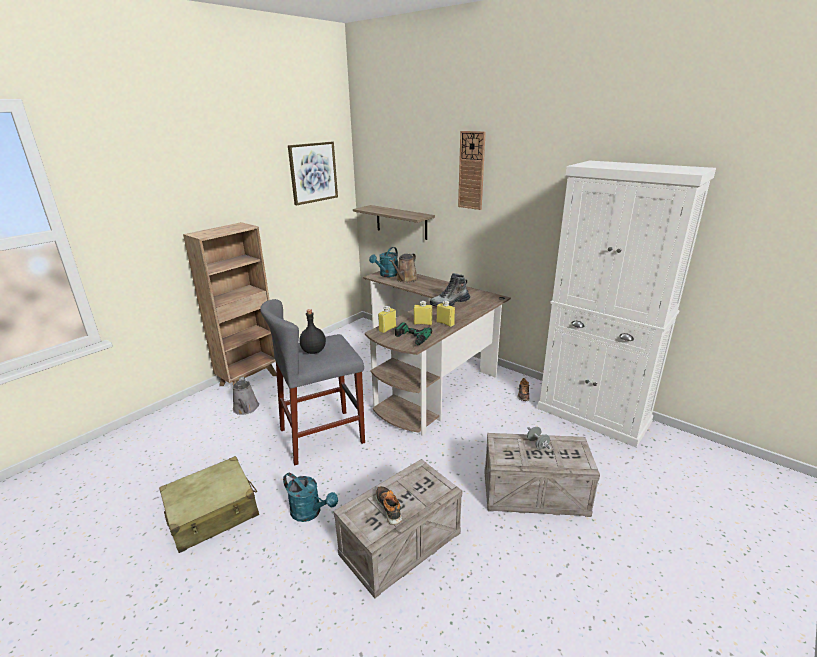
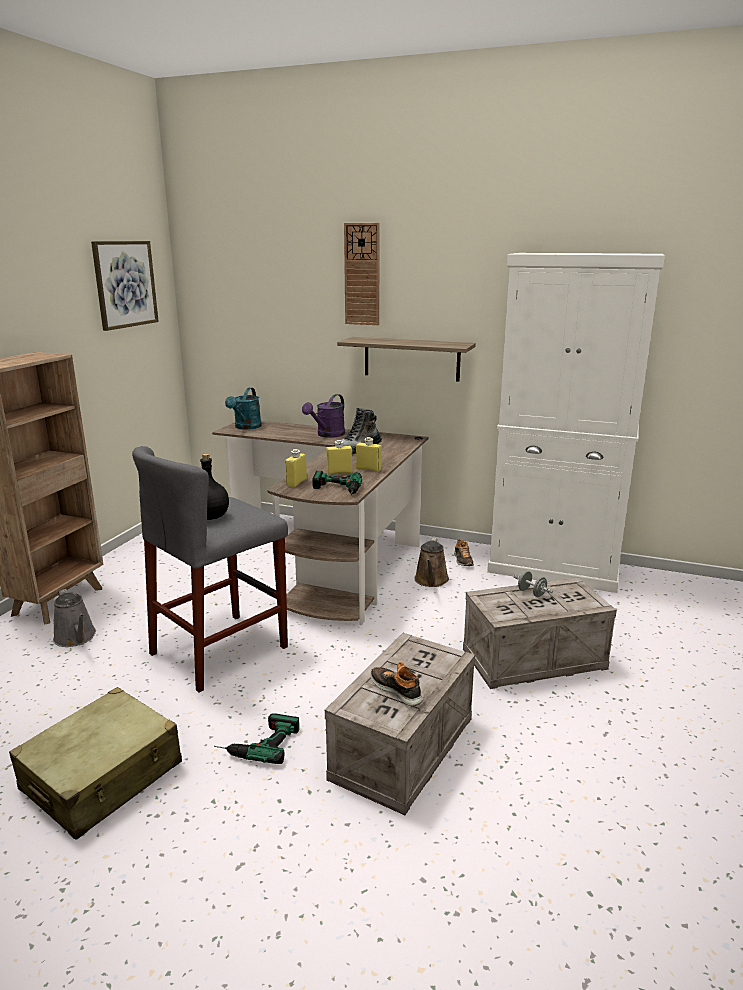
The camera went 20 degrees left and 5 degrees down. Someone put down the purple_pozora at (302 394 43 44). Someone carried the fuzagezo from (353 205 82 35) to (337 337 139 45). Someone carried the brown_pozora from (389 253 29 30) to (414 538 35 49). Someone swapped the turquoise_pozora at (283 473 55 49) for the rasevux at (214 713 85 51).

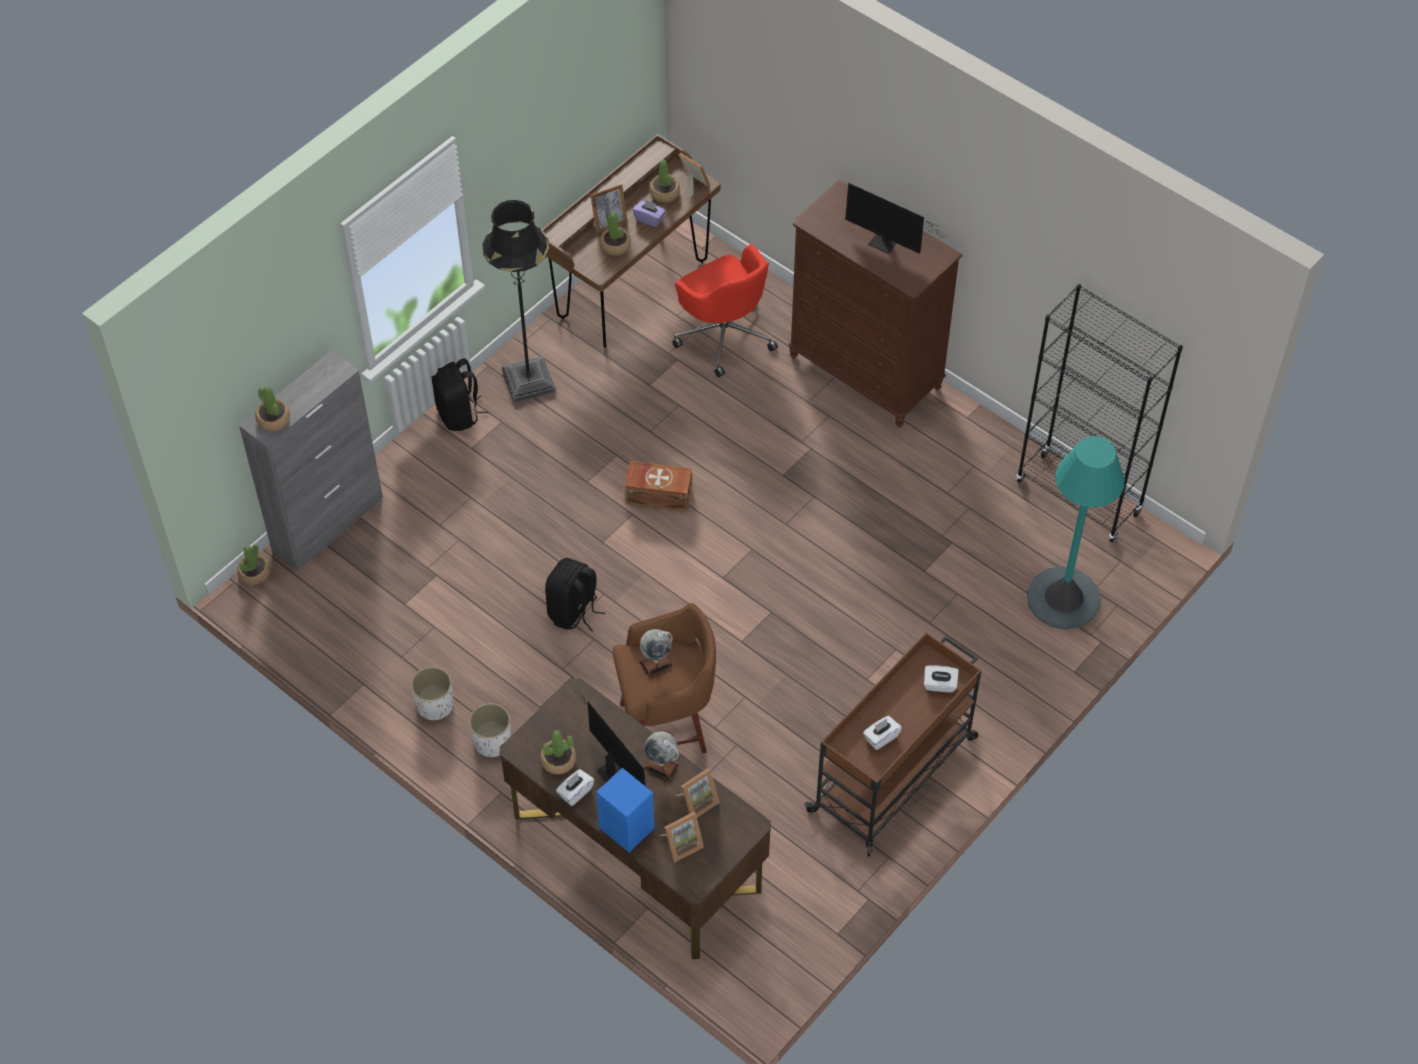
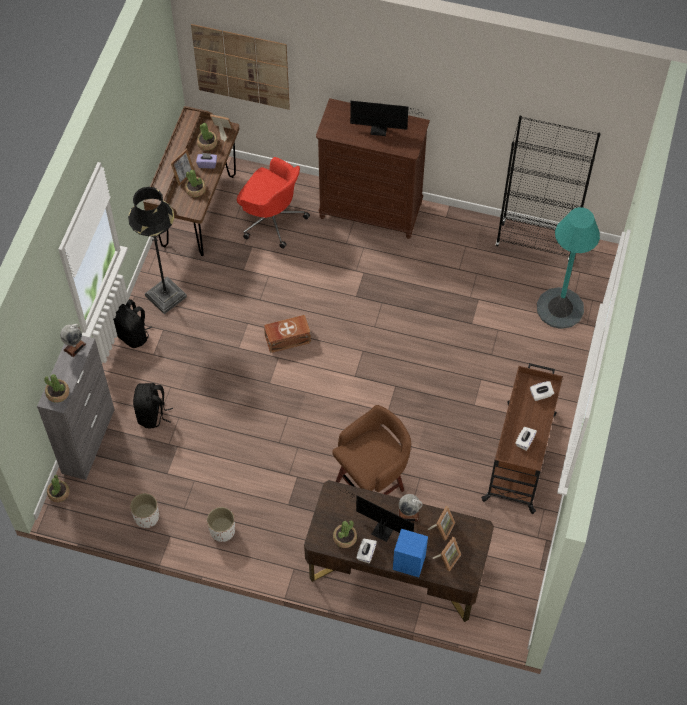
The camera went 25 degrees left and 5 degrees up. Someone put up the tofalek at (191 24 99 86). Someone carried the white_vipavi from (469 703 42 54) to (130 493 29 35). Someone carried the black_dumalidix from (545 558 60 73) to (133 383 40 45). Someone carried the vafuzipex from (639 629 34 47) to (60 324 26 33).

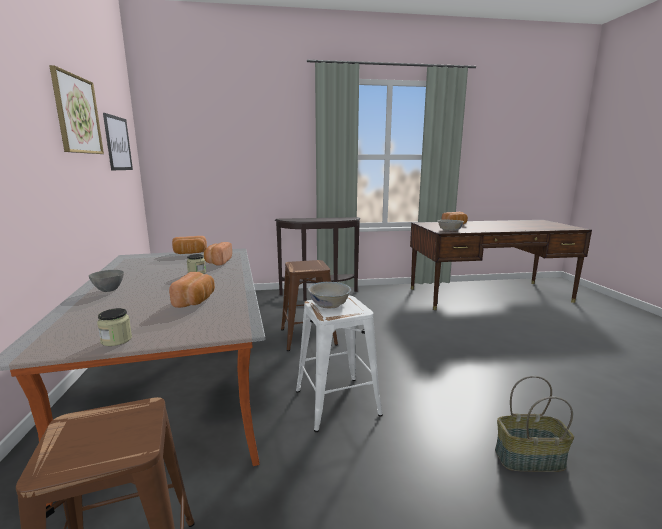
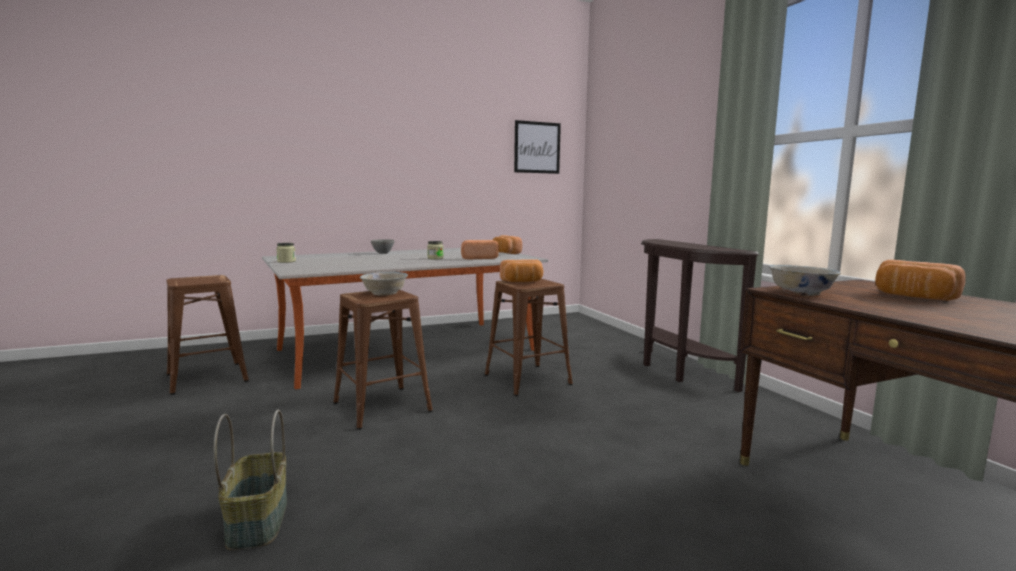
The camera went 75 degrees right and 5 degrees down. Someone took away the tofalek at (49 65 55 89). Someone carried the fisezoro from (169 272 46 36) to (500 259 43 23). Someone repainted the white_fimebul at (296 295 87 137), which became the brown_fimebul at (333 290 100 140).

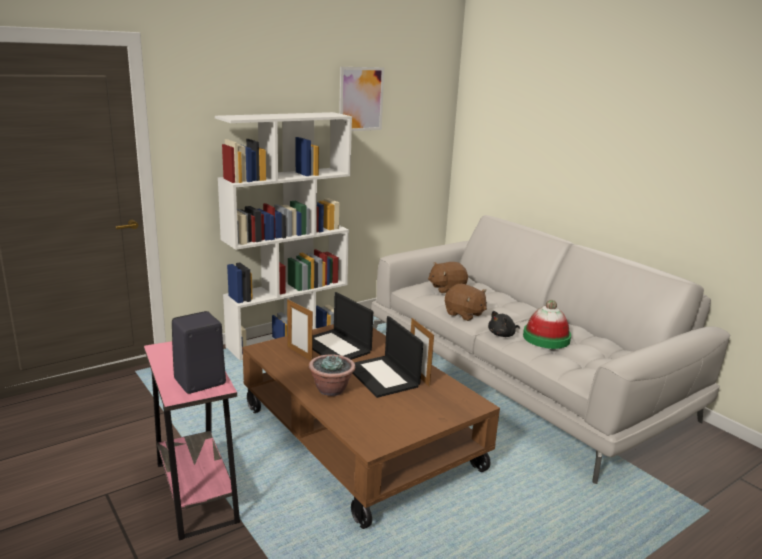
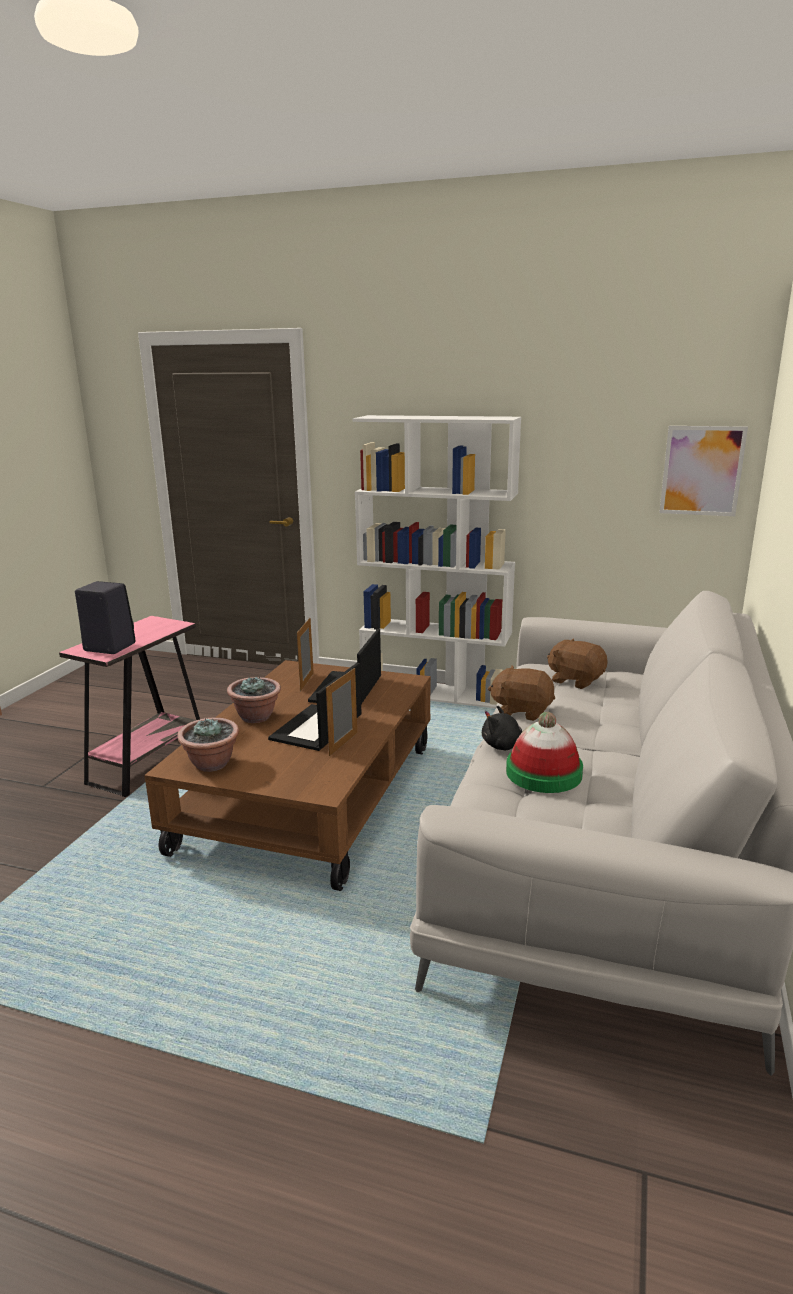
The camera went 55 degrees right and 0 degrees up. Someone put down the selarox at (177 718 62 54). Someone carried the tofalek from (339 67 45 64) to (659 426 89 90). Someone rotated the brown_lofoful at (445 284 42 37) by 105 degrees clockwise.

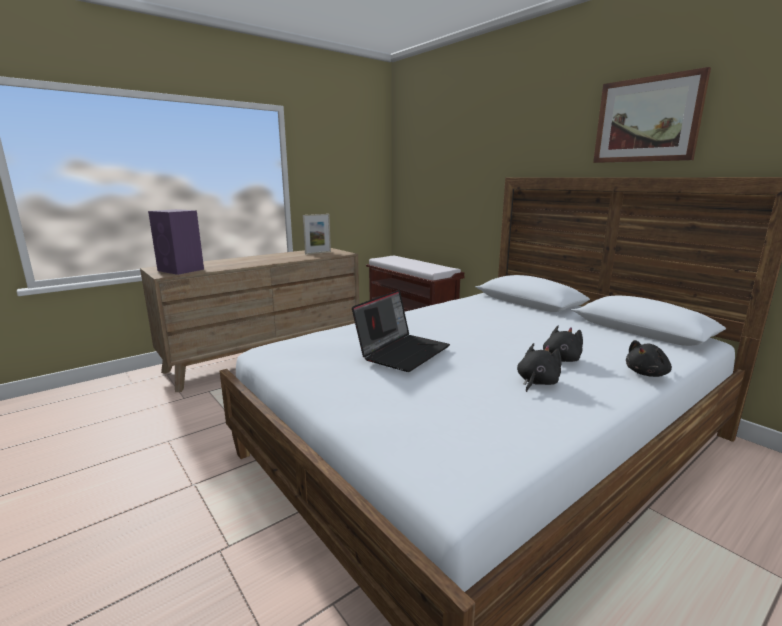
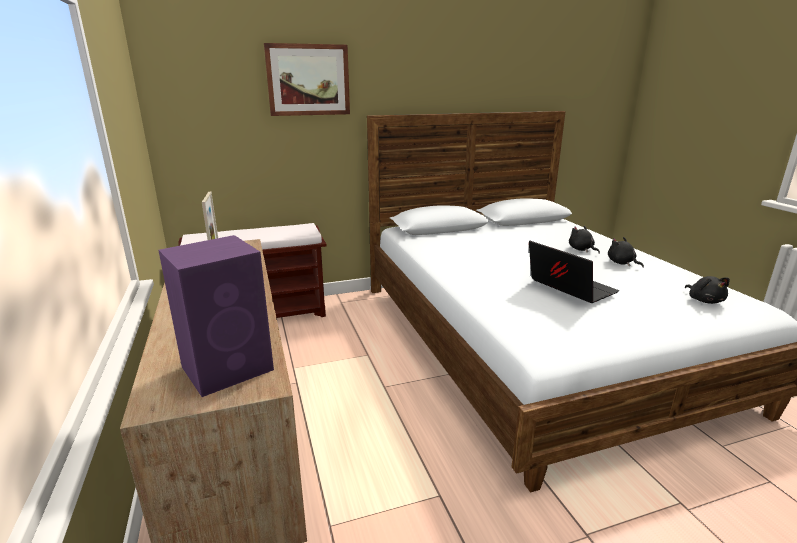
The camera went 70 degrees left and 5 degrees up. Someone carried the tofalek from (593 67 118 96) to (264 43 86 73). Someone carried the black_lofoful from (626 340 46 37) to (685 276 45 28).

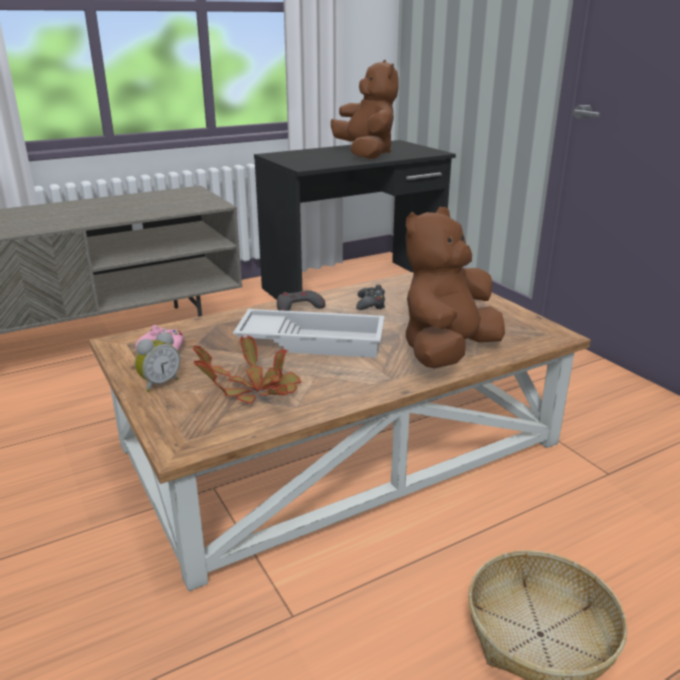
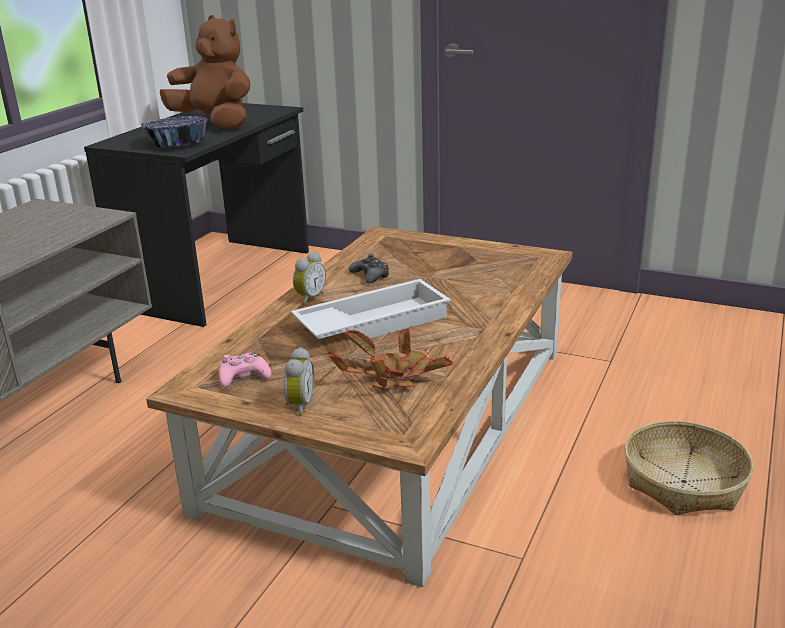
The camera went 35 degrees left and 0 degrees up. Someone took away the brown_lofoful at (405 207 100 162). Someone put down the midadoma at (141 116 67 32). Someone swapped the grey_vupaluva at (277 290 48 21) for the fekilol at (293 252 33 52).

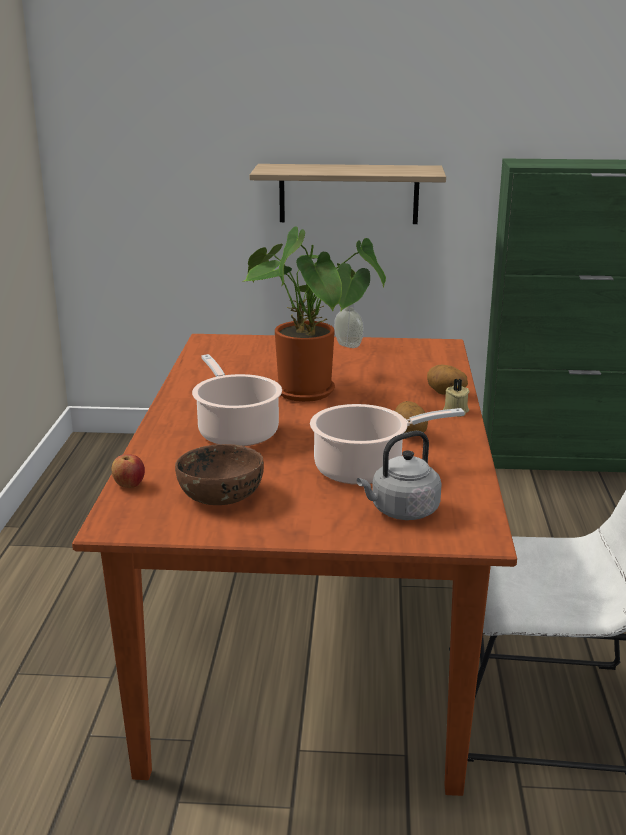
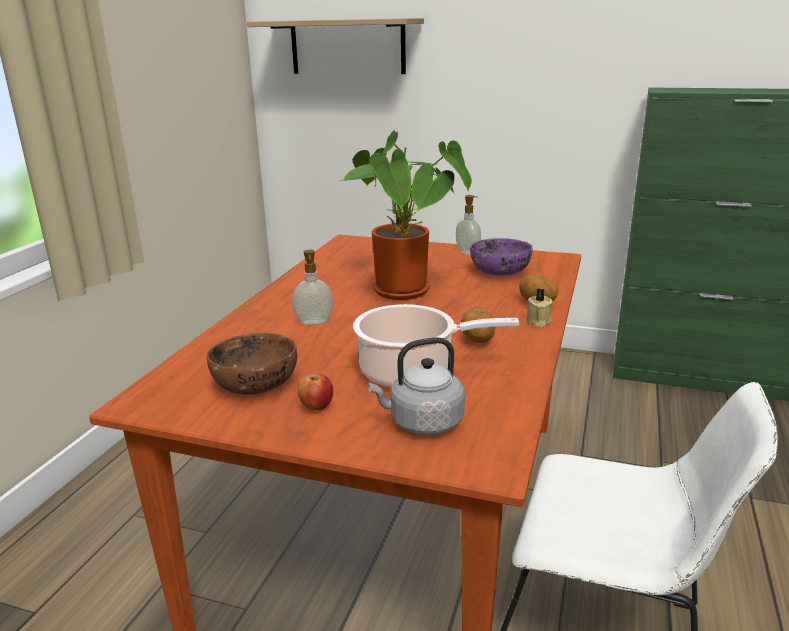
The camera went 15 degrees right and 0 degrees up. Someone put down the purple_midadoma at (470 238 63 37). Someone carried the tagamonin from (112 454 33 34) to (298 373 35 37). Someone carried the fuzagezo from (249 164 197 60) to (247 18 177 56). Someone swapped the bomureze at (192 354 90 92) for the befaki at (292 250 42 75).

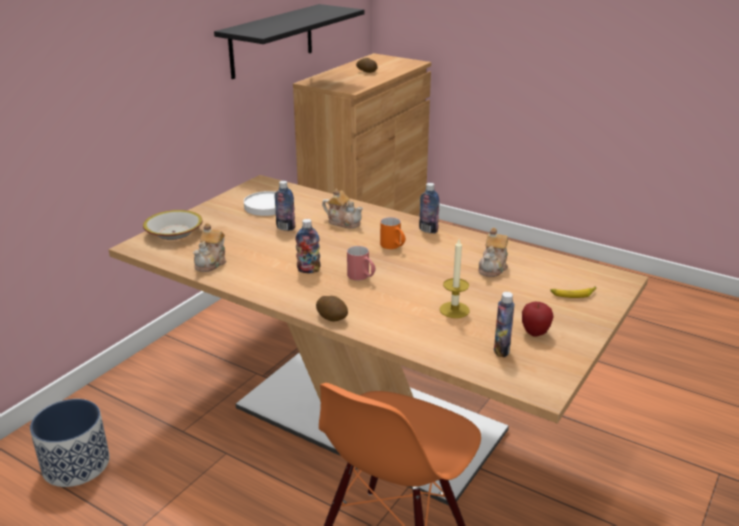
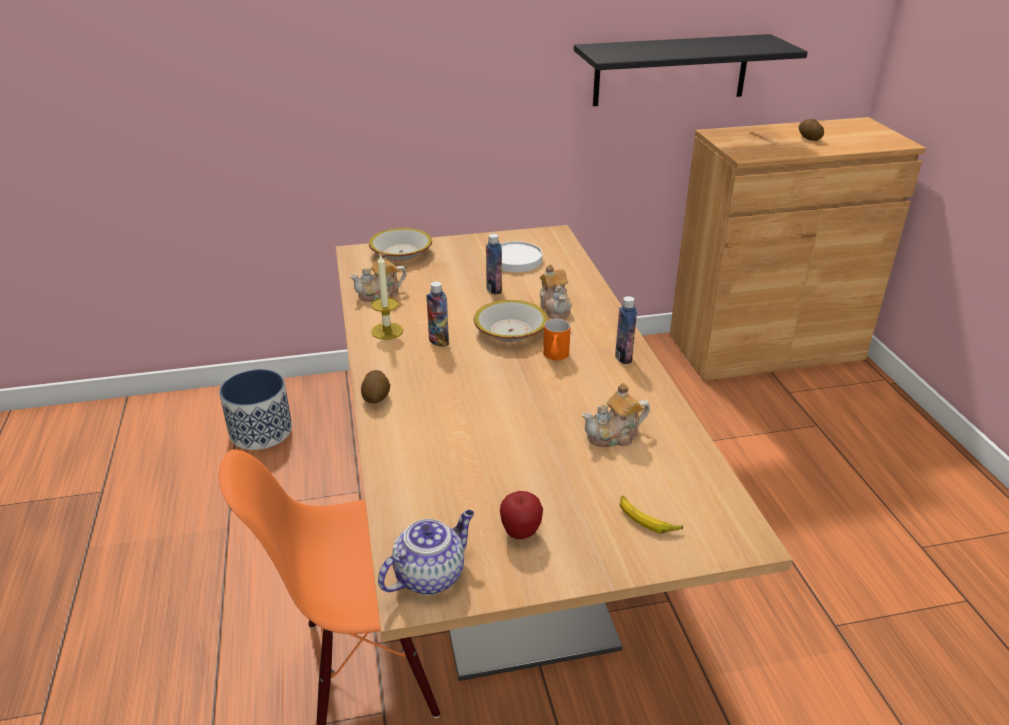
The camera went 45 degrees right and 5 degrees up. Someone took away the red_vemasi at (347 246 29 34). Someone took away the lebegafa at (494 292 20 65). Someone put down the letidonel at (378 510 96 85). Someone put down the midadoma at (474 300 74 42). Someone carried the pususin from (440 239 30 79) to (371 253 32 87).

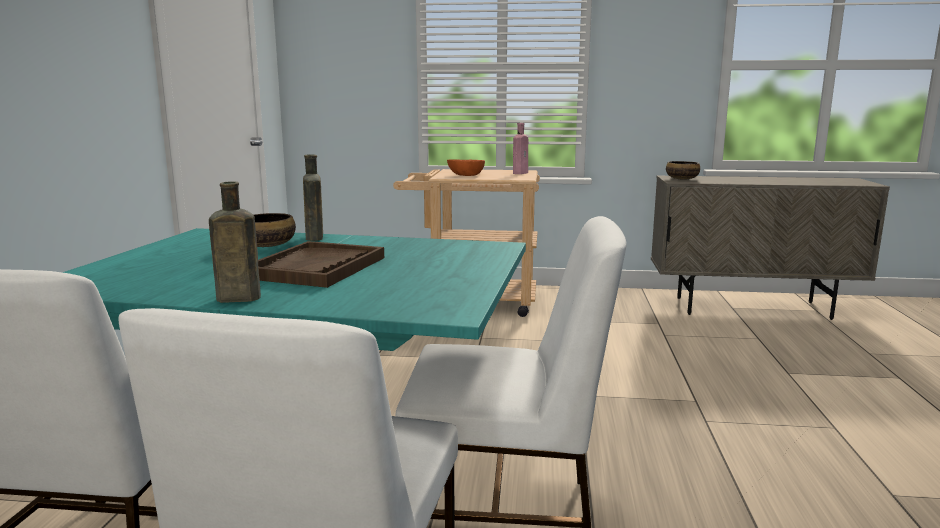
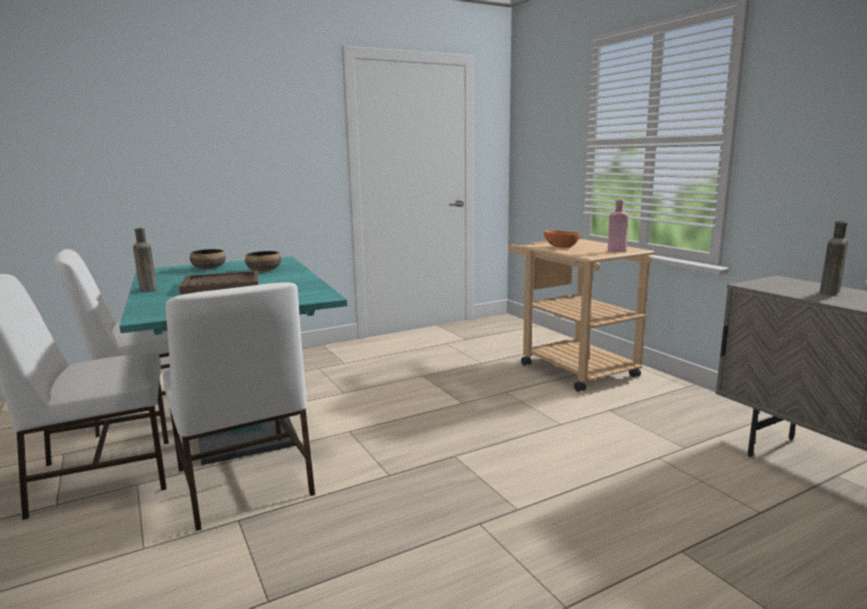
The camera went 55 degrees right and 0 degrees up. Someone carried the brown_lebegafa from (303 154 20 87) to (819 221 29 74). Someone carried the midadoma from (666 161 34 19) to (190 249 36 20).

